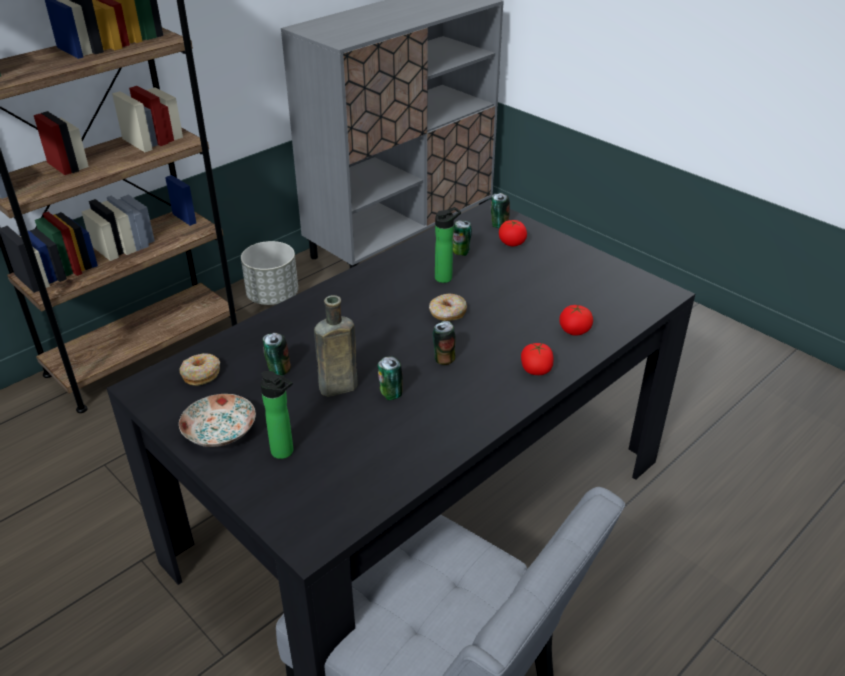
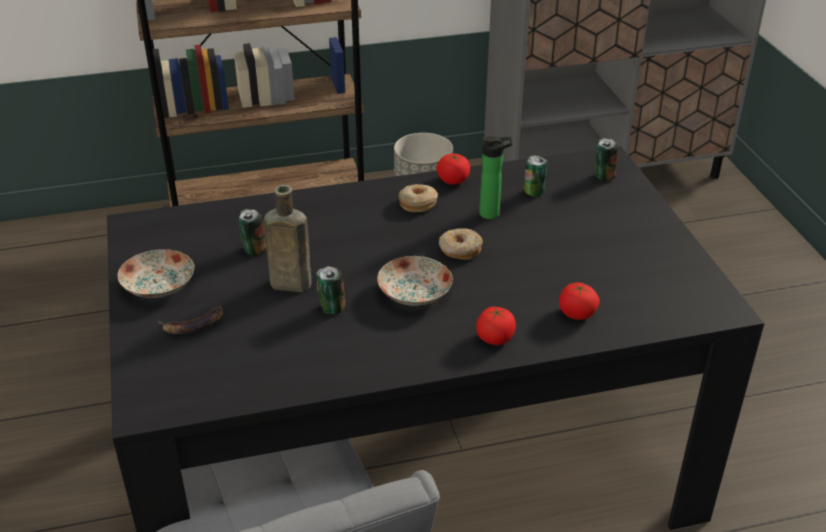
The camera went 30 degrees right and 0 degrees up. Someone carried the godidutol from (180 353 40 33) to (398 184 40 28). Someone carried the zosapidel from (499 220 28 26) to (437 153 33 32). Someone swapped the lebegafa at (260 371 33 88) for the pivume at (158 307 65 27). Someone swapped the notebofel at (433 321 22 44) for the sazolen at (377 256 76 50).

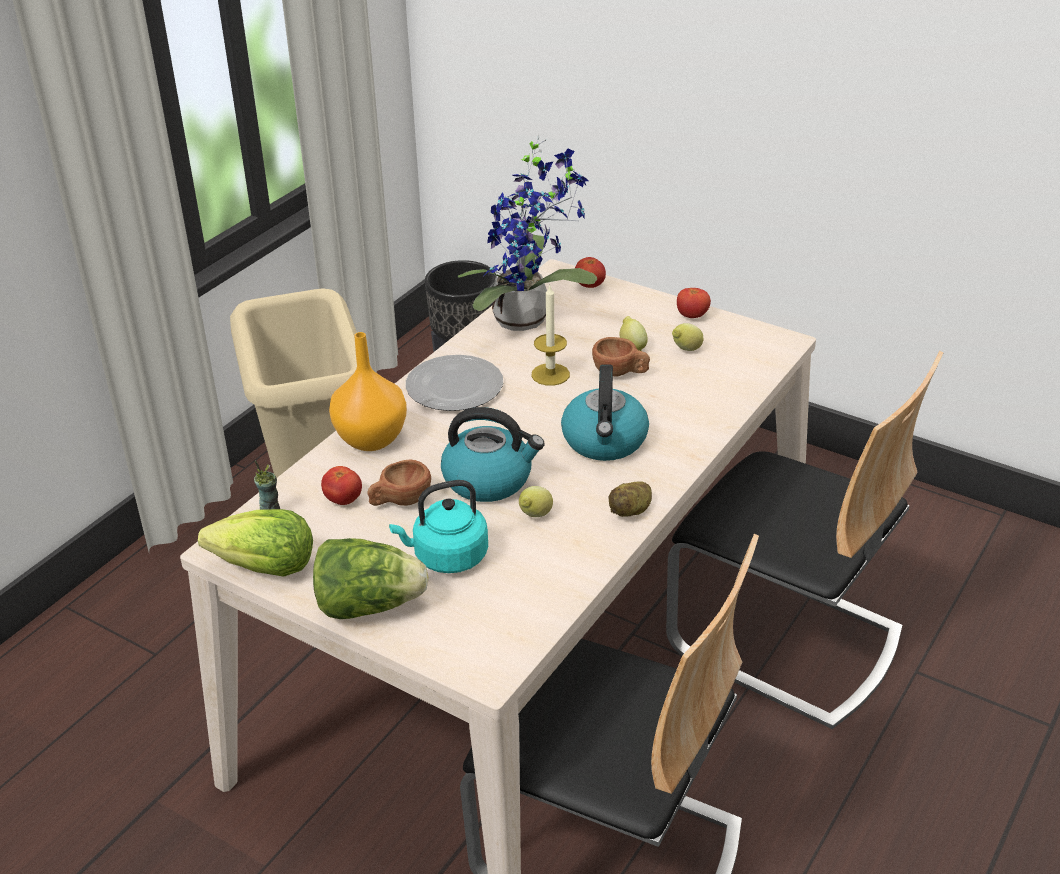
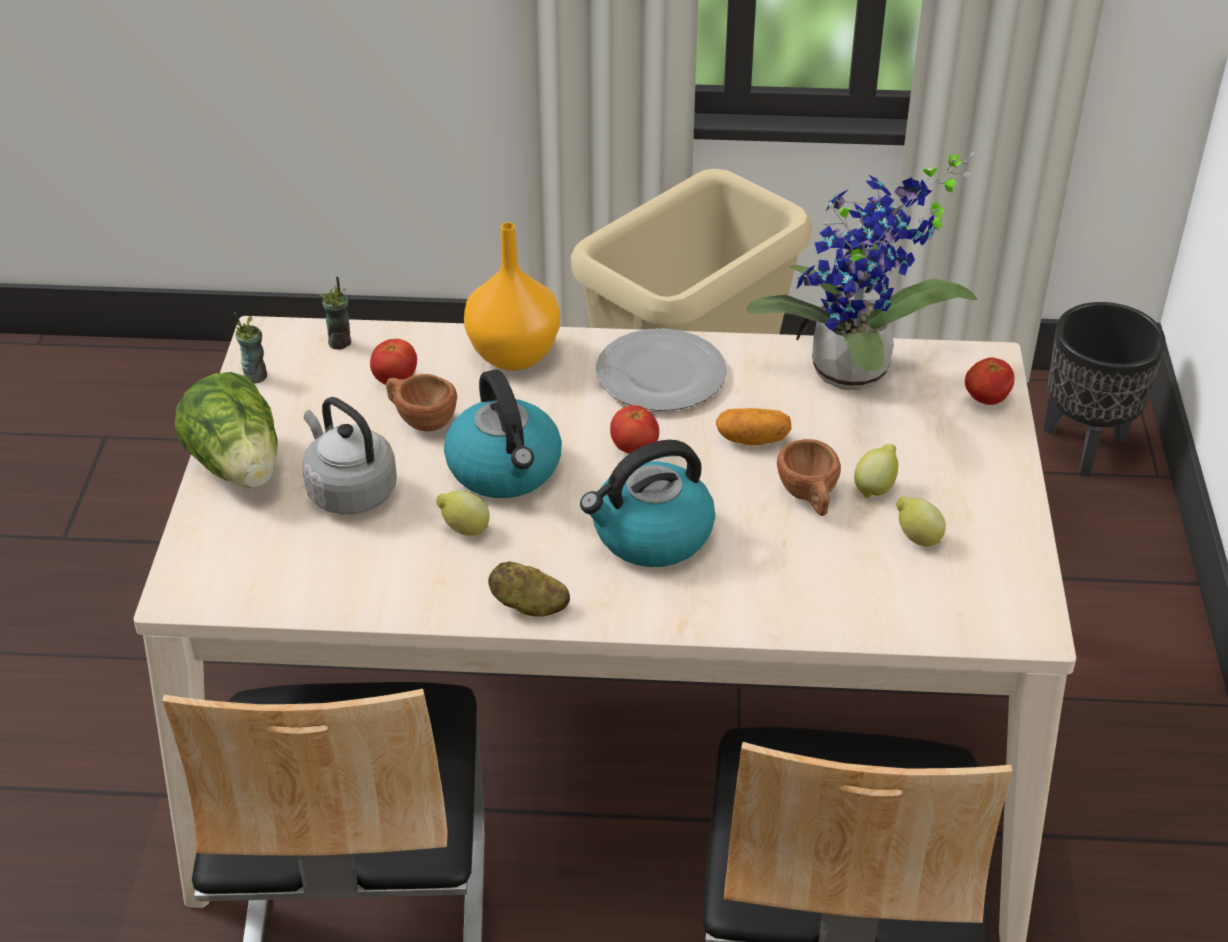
The camera went 60 degrees right and 5 degrees up. Someone carried the zosapidel from (677 288 34 30) to (610 405 49 49). Someone swapped the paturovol at (198 509 115 68) for the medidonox at (234 313 33 71). Someone swapped the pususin at (532 286 38 100) for the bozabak at (716 408 76 37). Someone repainted the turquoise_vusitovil at (389 480 99 93), which became the grey_vusitovil at (302 397 95 117).

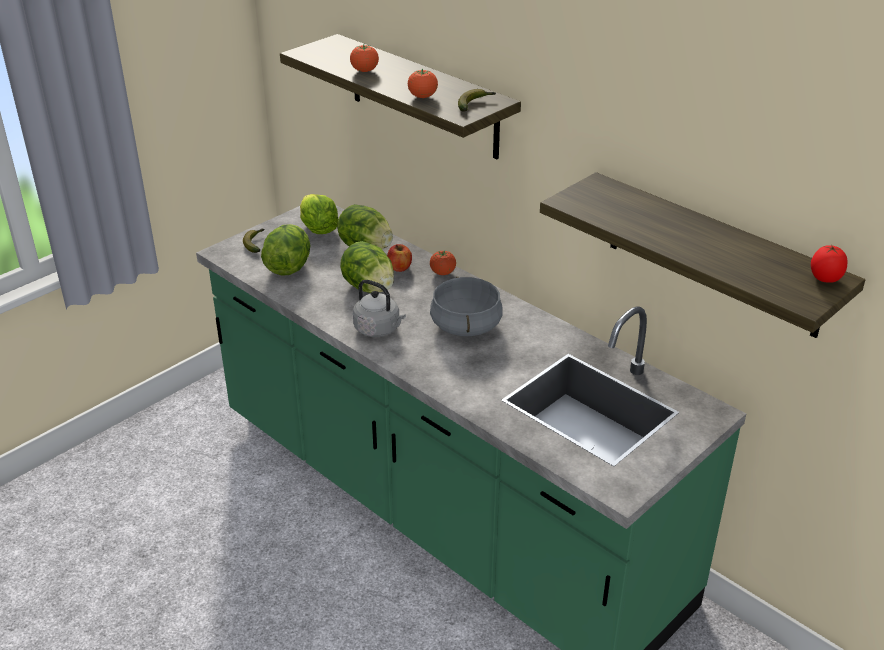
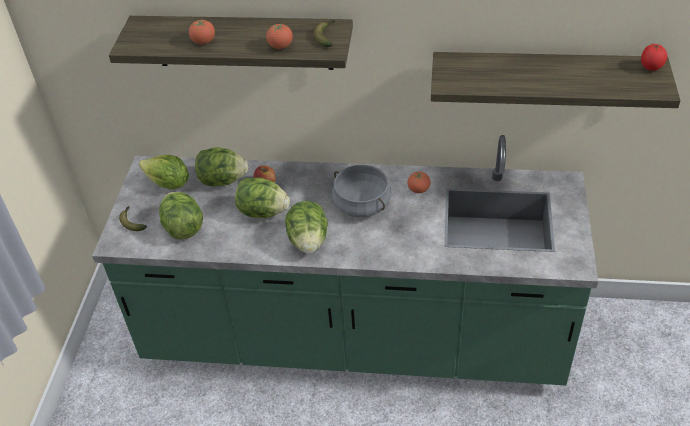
The camera went 35 degrees left and 10 degrees up. Someone carried the zosapidel from (430 250 26 25) to (407 172 23 21). Someone swapped the grey_vusitovil at (353 280 53 57) for the paturovol at (285 201 43 53).

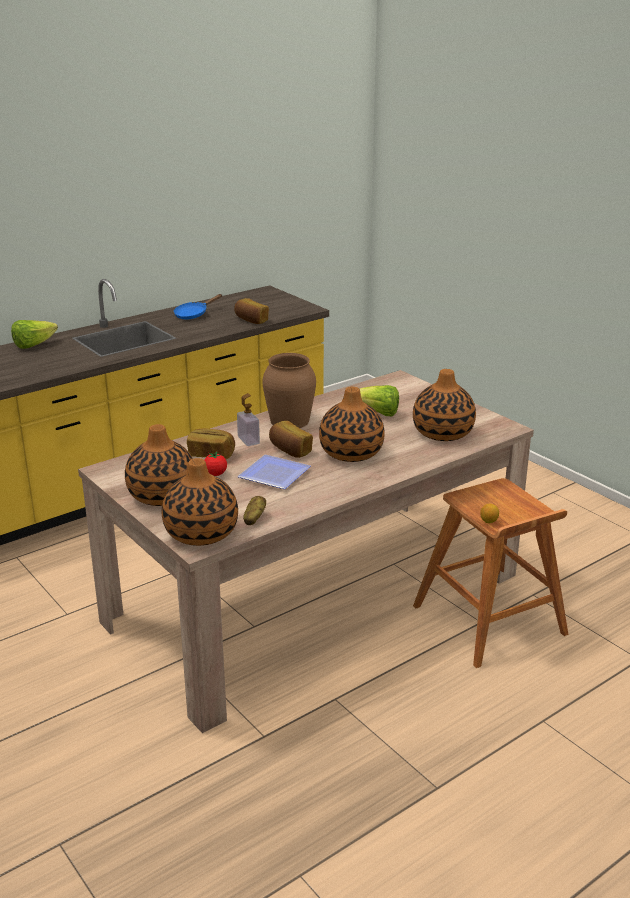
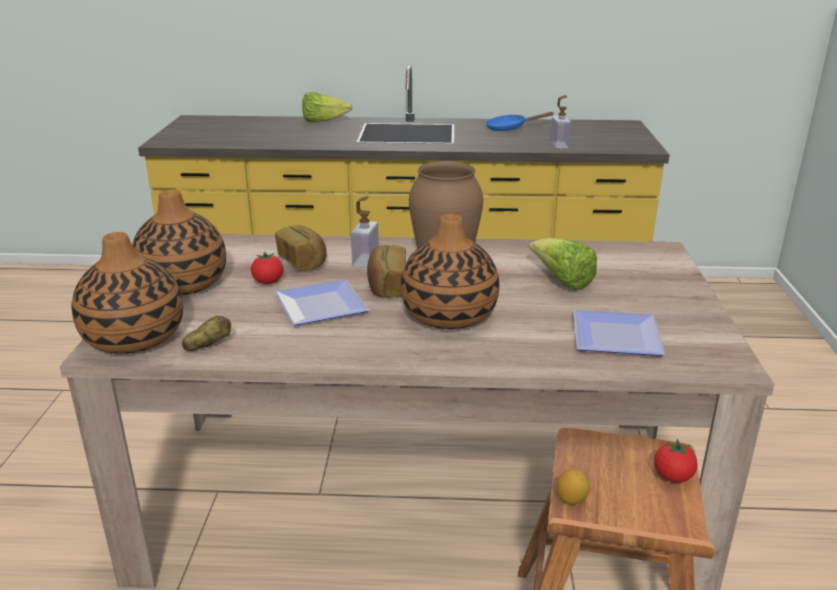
The camera went 40 degrees right and 0 degrees up. Someone put down the zosapidel at (654 439 44 44). Someone swapped the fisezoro at (234 298 35 26) for the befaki at (550 95 21 53). Someone swapped the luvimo at (413 369 63 72) for the sazolen at (573 310 92 46).

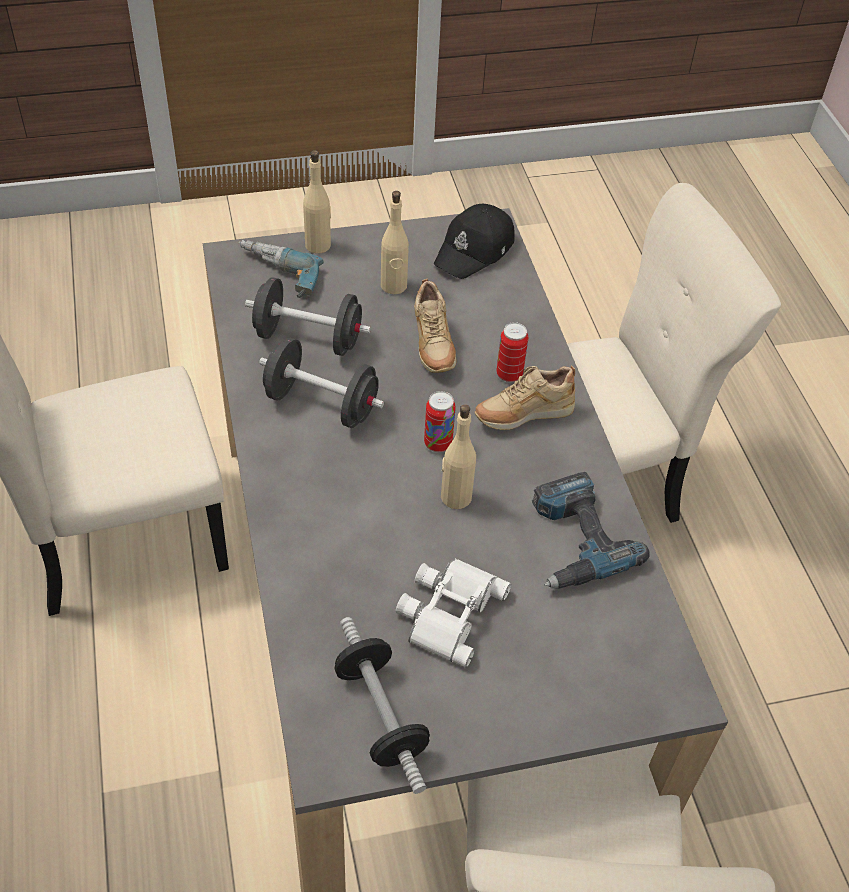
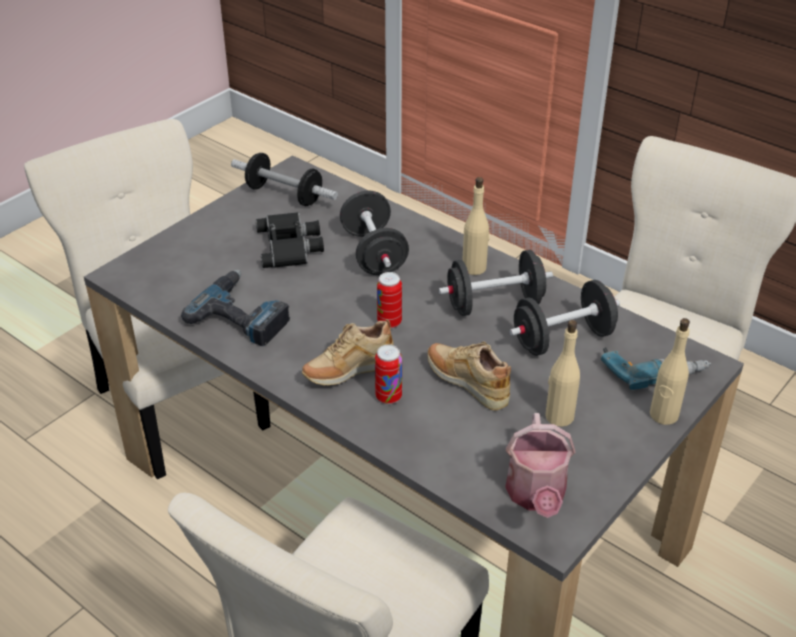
The camera went 145 degrees right and 10 degrees down. Someone put down the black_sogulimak at (340 191 69 84). Someone carried the beige_lebegafa from (441 404 35 105) to (462 177 28 98). Someone swapped the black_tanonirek at (434 204 81 75) for the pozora at (505 413 70 105). Someone repainted the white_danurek at (396 558 115 110), which became the black_danurek at (256 212 68 56). Someone rotated the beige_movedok at (475 365 100 65) by 150 degrees counterclockwise.

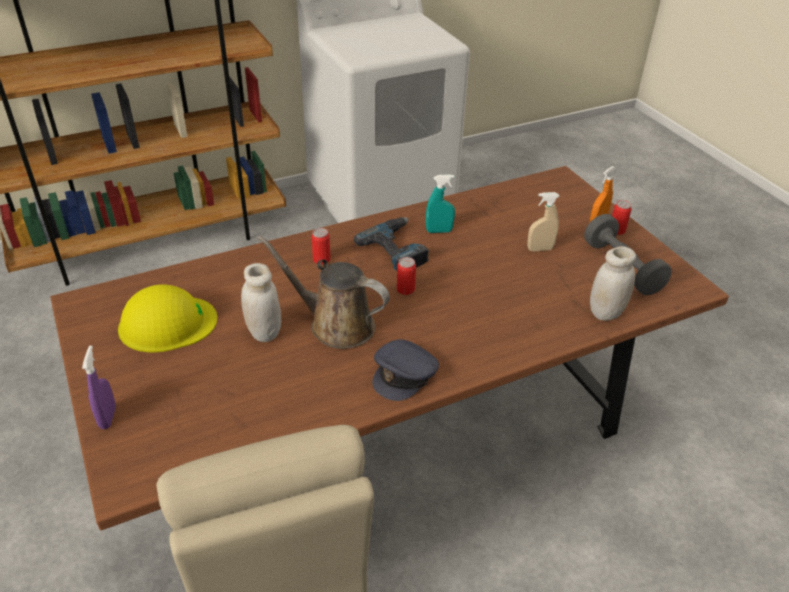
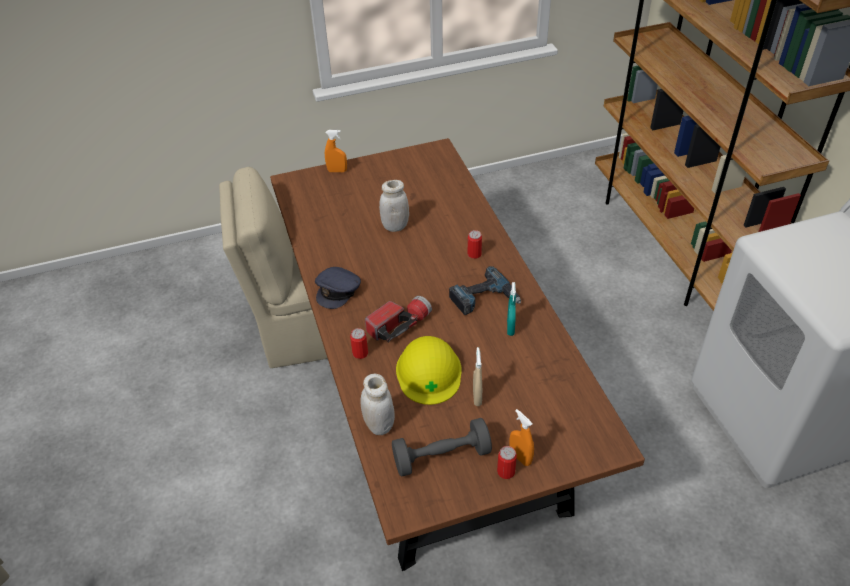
The camera went 100 degrees right and 5 degrees up. Someone took away the brown_pozora at (257 235 133 114). Someone put down the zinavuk at (365 296 67 46). Someone carried the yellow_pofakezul from (118 284 99 69) to (396 336 65 69). Someone carried the notebofel from (397 257 19 38) to (350 328 18 31). Someone repainted the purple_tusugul at (82 346 34 83), which became the orange_tusugul at (325 130 22 42). Someone rotated the grey_tanonirek at (372 340 67 61) by 105 degrees counterclockwise.

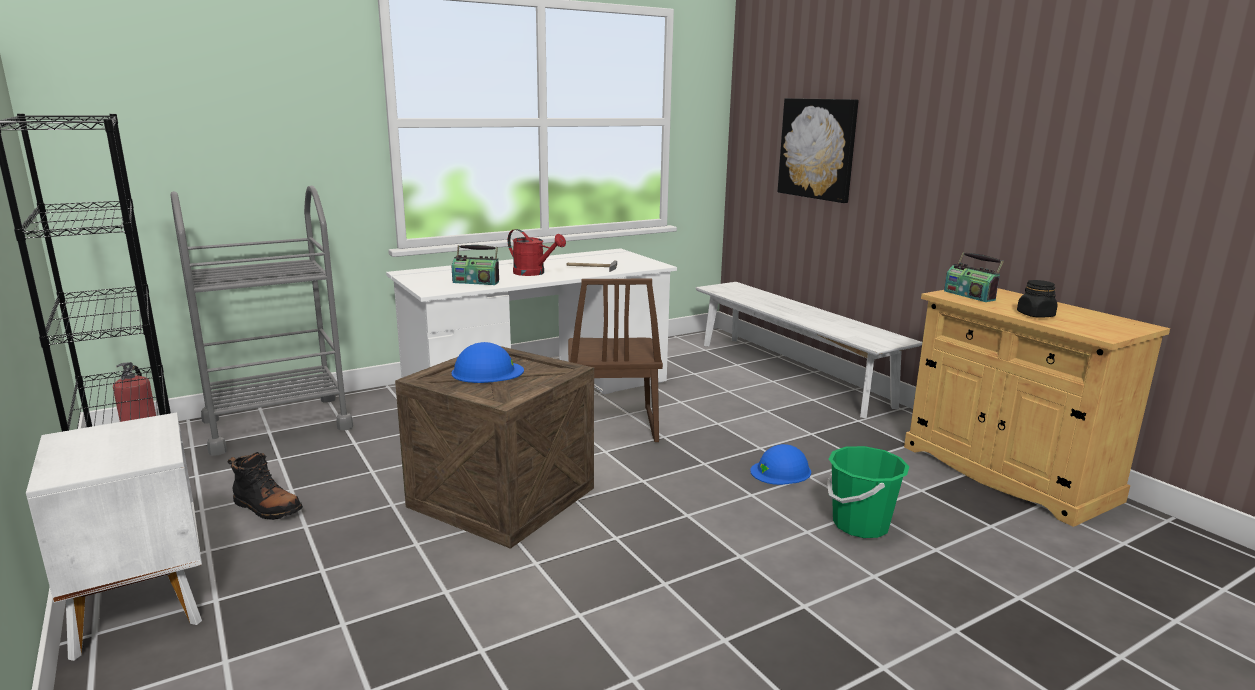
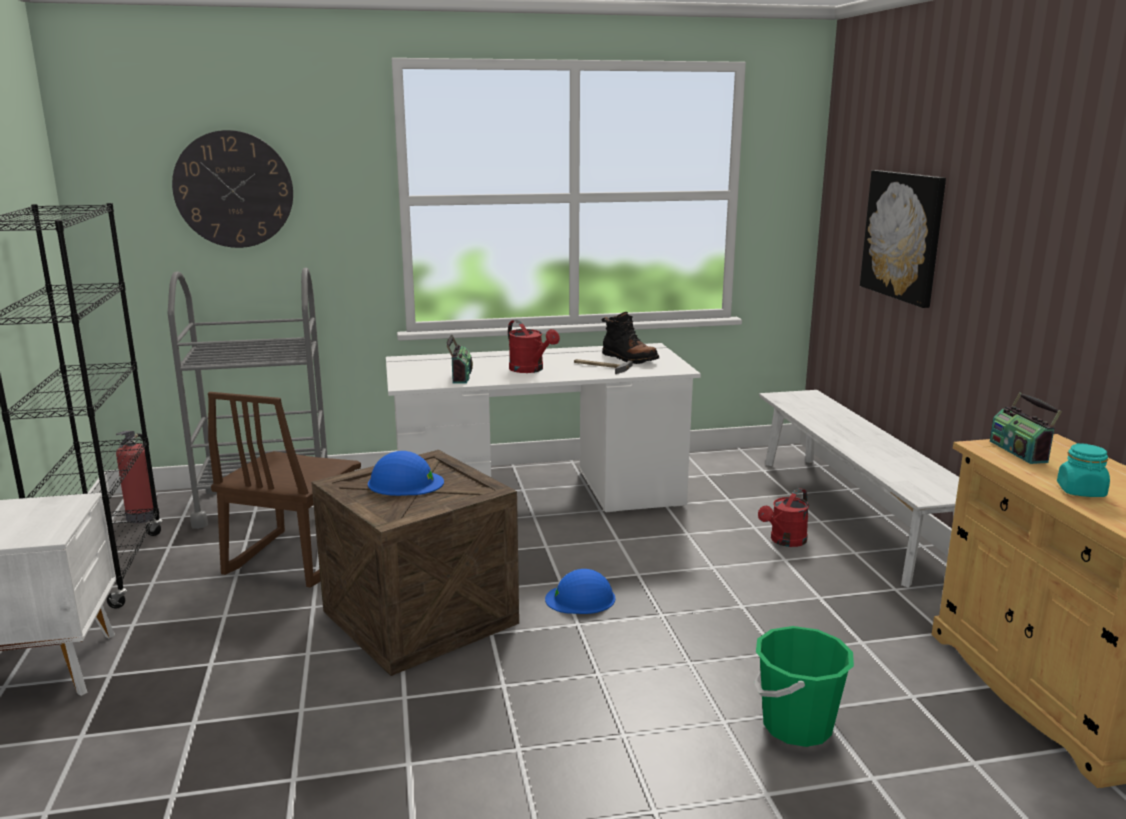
The camera went 20 degrees right and 0 degrees up. Someone put up the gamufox at (172 130 121 118). Someone put down the red_pozora at (758 488 51 59). Someone carried the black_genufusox from (227 452 76 68) to (602 312 57 52). Someone carried the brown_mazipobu from (568 279 95 163) to (208 392 153 196). Someone carried the blue_pofakezul from (750 444 61 41) to (545 569 70 45). Someone repainted the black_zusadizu at (1017 280 41 38), which became the turquoise_zusadizu at (1057 443 53 54). Someone rotated the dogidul at (452 245 47 40) by 120 degrees counterclockwise.

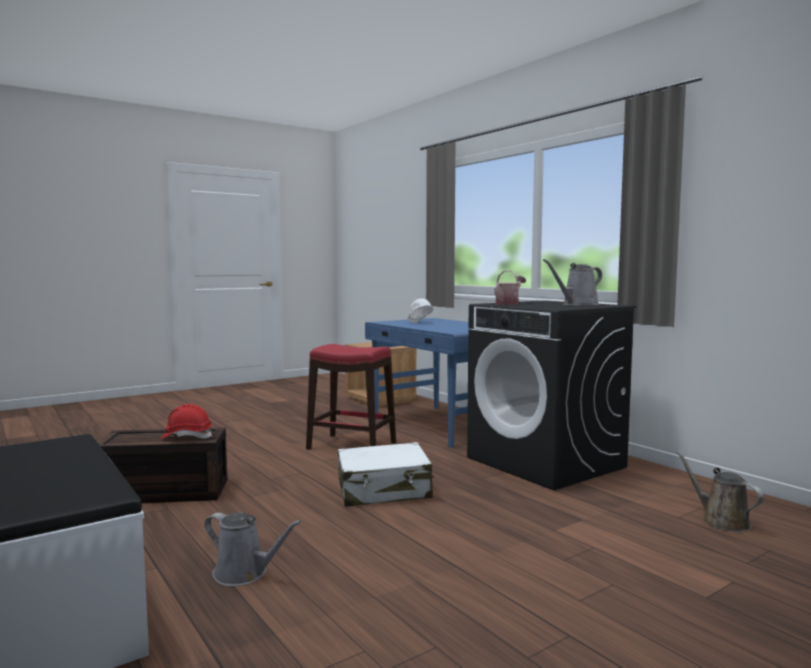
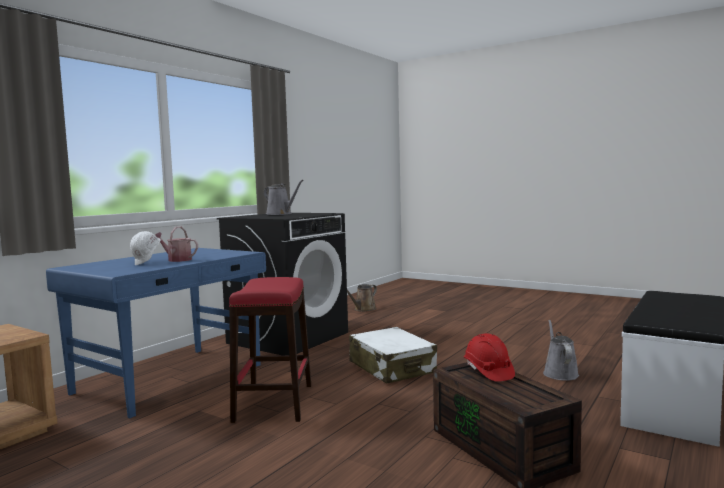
The camera went 110 degrees left and 0 degrees up. Someone carried the pozora from (494 270 32 35) to (155 226 43 36).

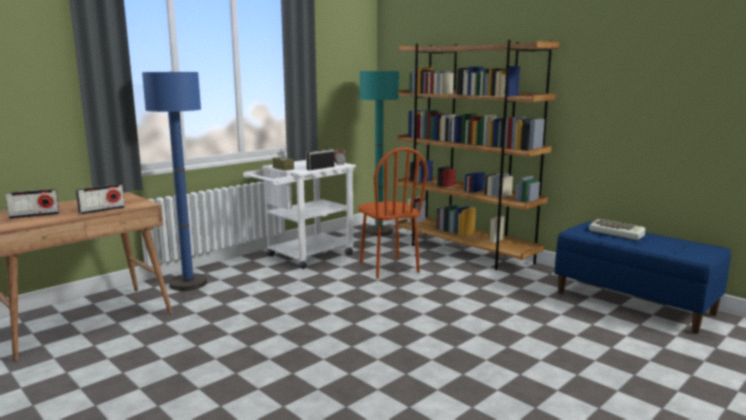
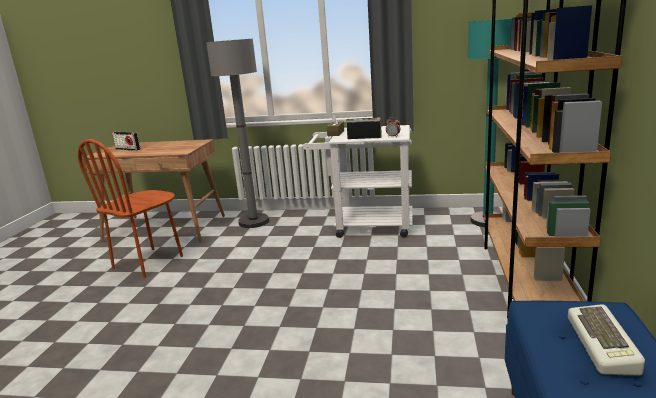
The camera went 55 degrees right and 5 degrees up. Someone took away the dogidul at (76 184 49 31). Someone carried the brown_mazipobu from (358 147 70 132) to (78 139 105 139). Someone repainted the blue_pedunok at (142 71 65 220), which became the grey_pedunok at (206 39 63 189).

